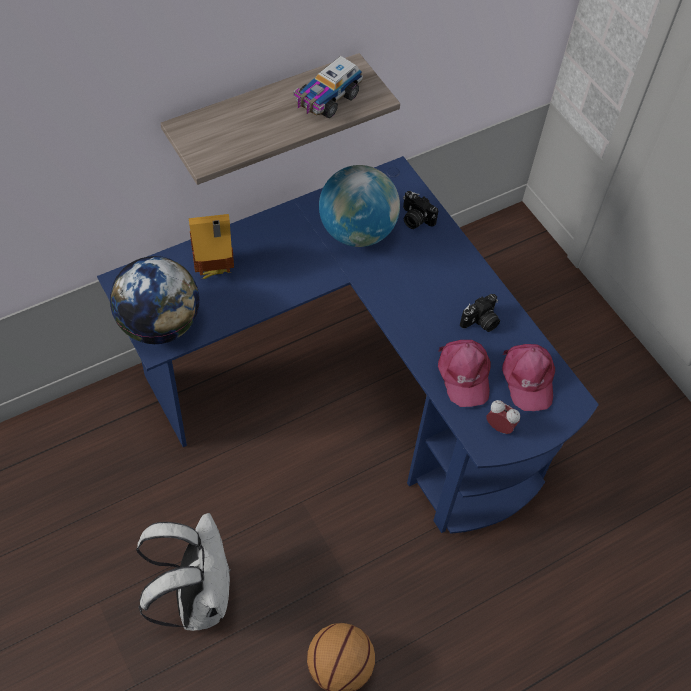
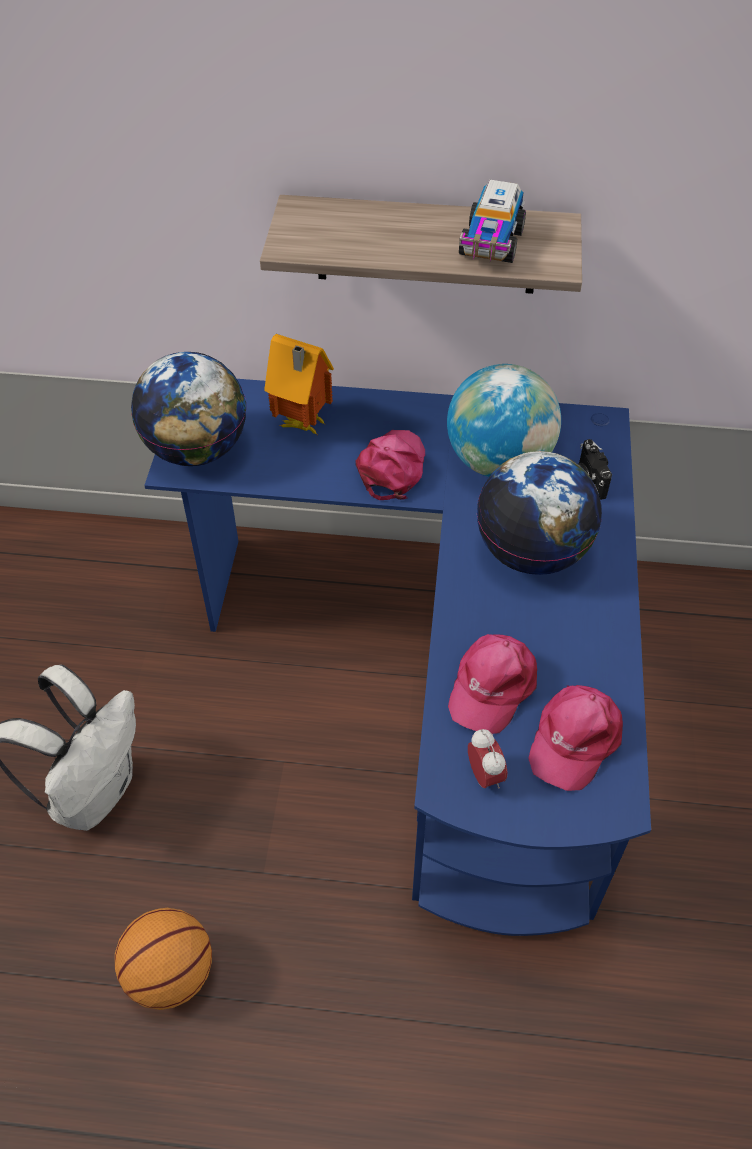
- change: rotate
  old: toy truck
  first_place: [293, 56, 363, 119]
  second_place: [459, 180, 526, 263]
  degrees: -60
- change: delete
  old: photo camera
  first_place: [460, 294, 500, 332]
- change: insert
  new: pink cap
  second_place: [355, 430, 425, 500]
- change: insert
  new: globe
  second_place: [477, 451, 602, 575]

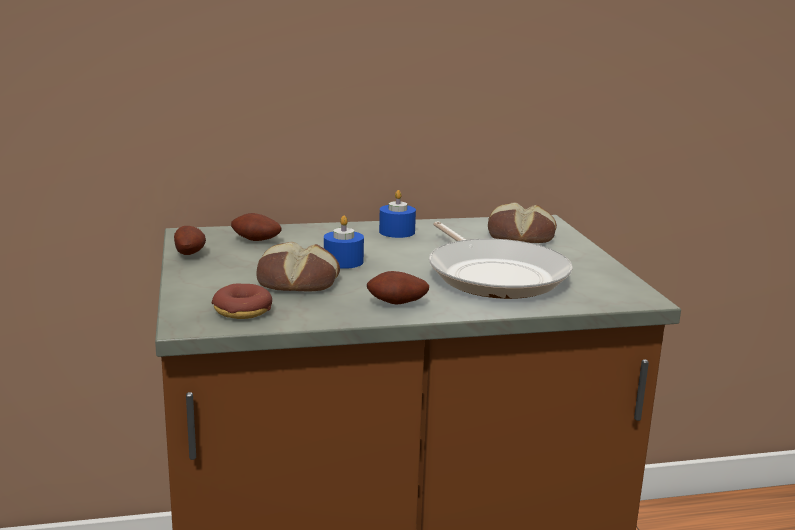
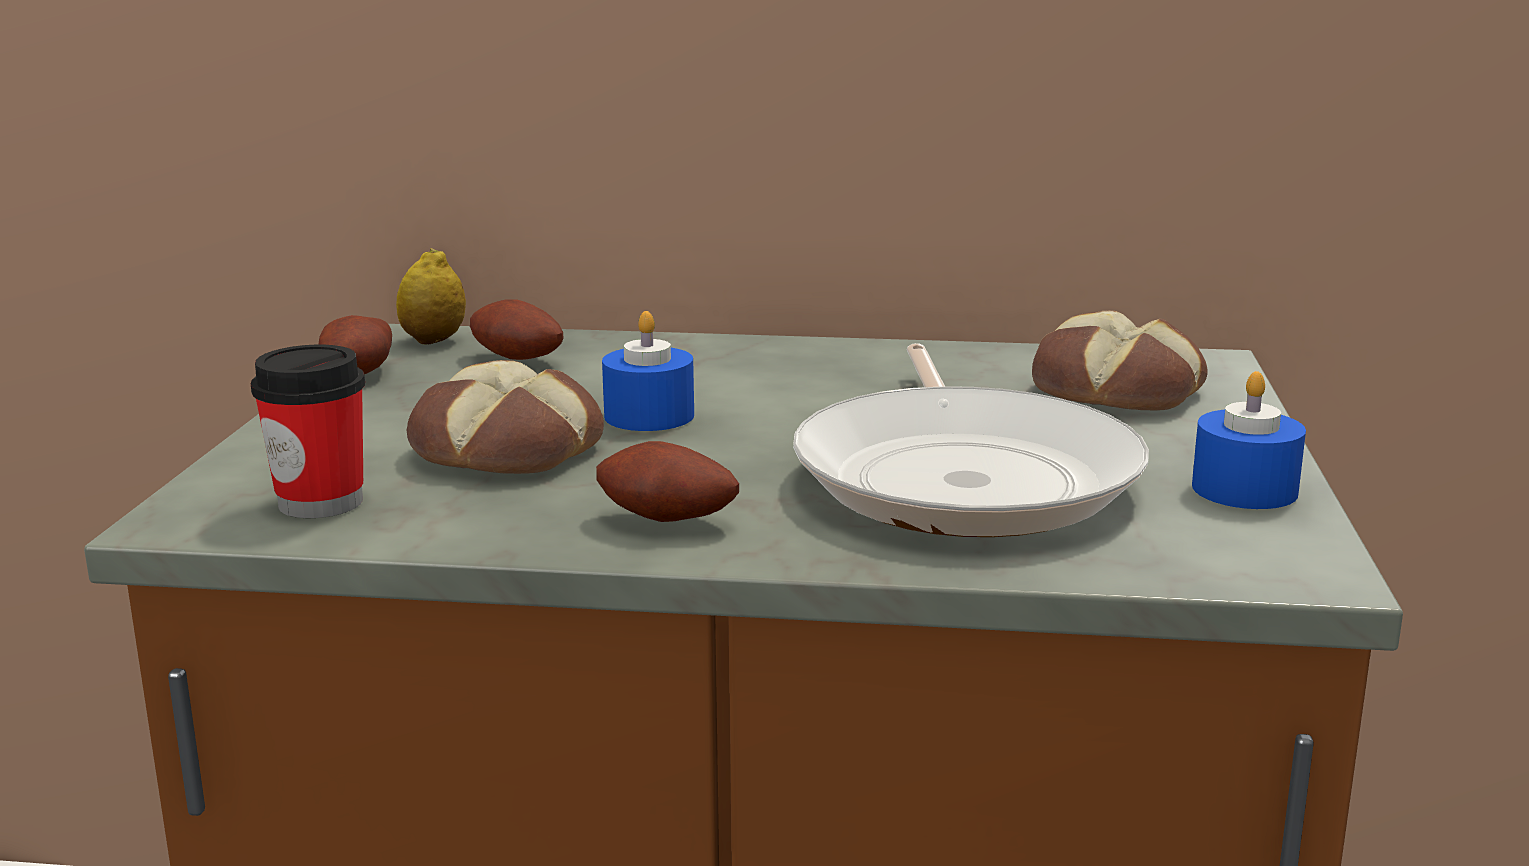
- change: replace
  old: donut
  new: cup
  first_place: [212, 284, 272, 319]
  second_place: [251, 345, 365, 518]
- change: move
  old: blue candle
  first_place: [379, 190, 416, 238]
  second_place: [1192, 371, 1306, 509]
- change: insert
  new: lemon
  second_place: [396, 248, 466, 345]

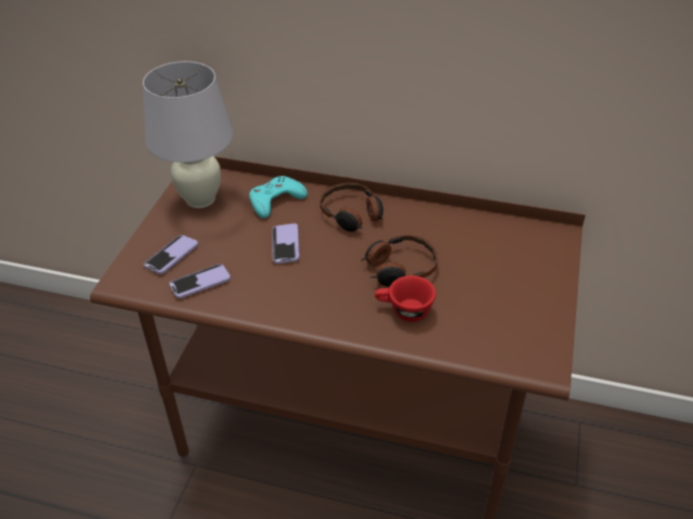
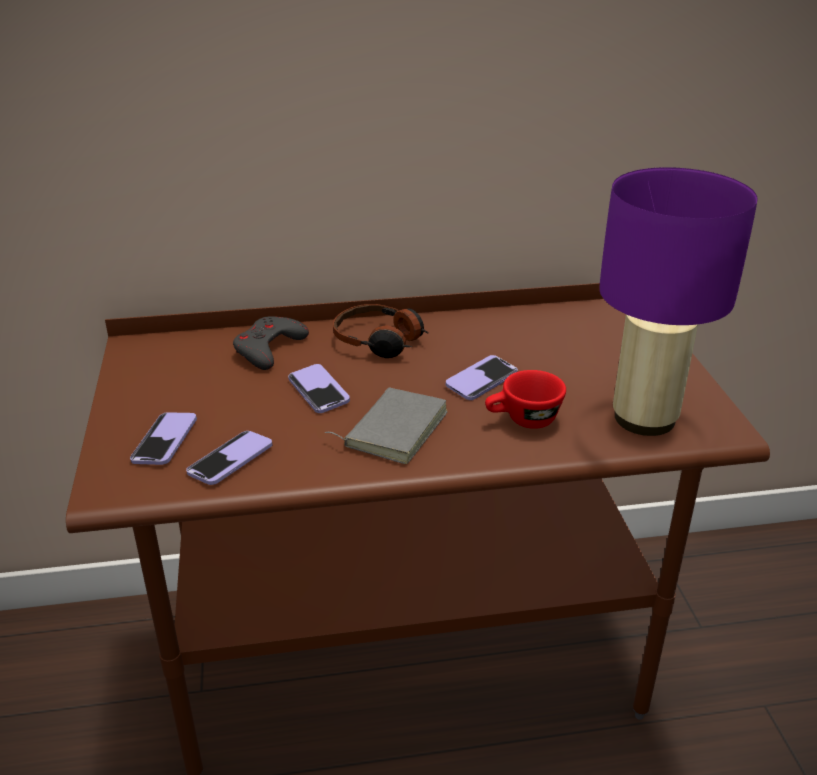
- change: delete
  old: white table lamp
  first_place: [143, 61, 233, 208]
- change: recolor
  old: turquoise game controller
  new: grey game controller
  first_place: [249, 176, 308, 218]
  second_place: [233, 316, 309, 370]
- change: replace
  old: headphones
  new: phone
  first_place: [361, 235, 438, 287]
  second_place: [445, 355, 518, 400]
- change: insert
  new: grey book
  second_place: [325, 388, 448, 464]
- change: insert
  new: purple table lamp
  second_place: [599, 167, 758, 436]

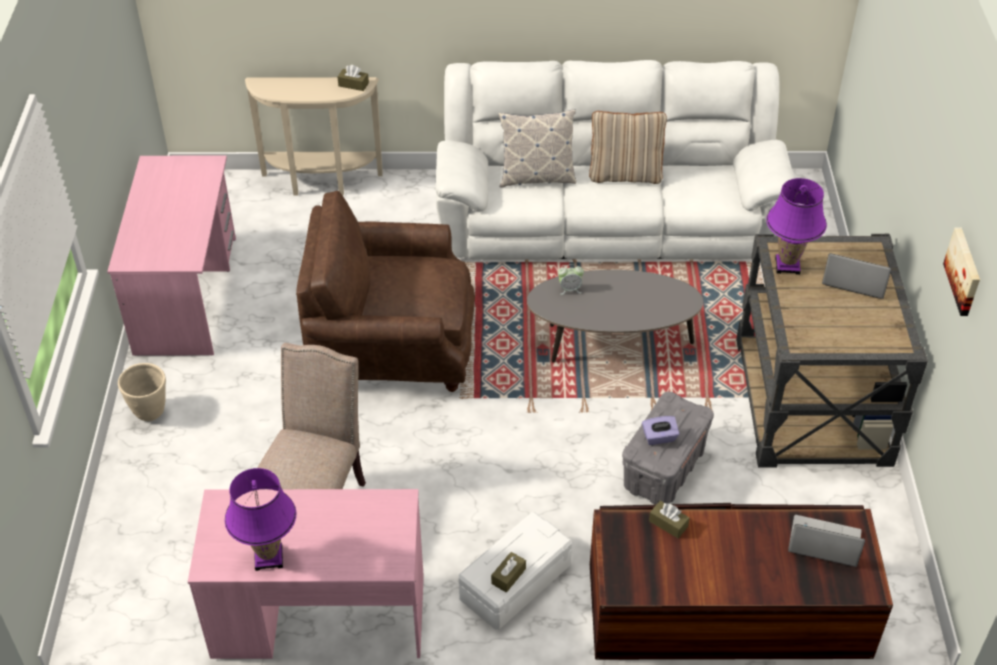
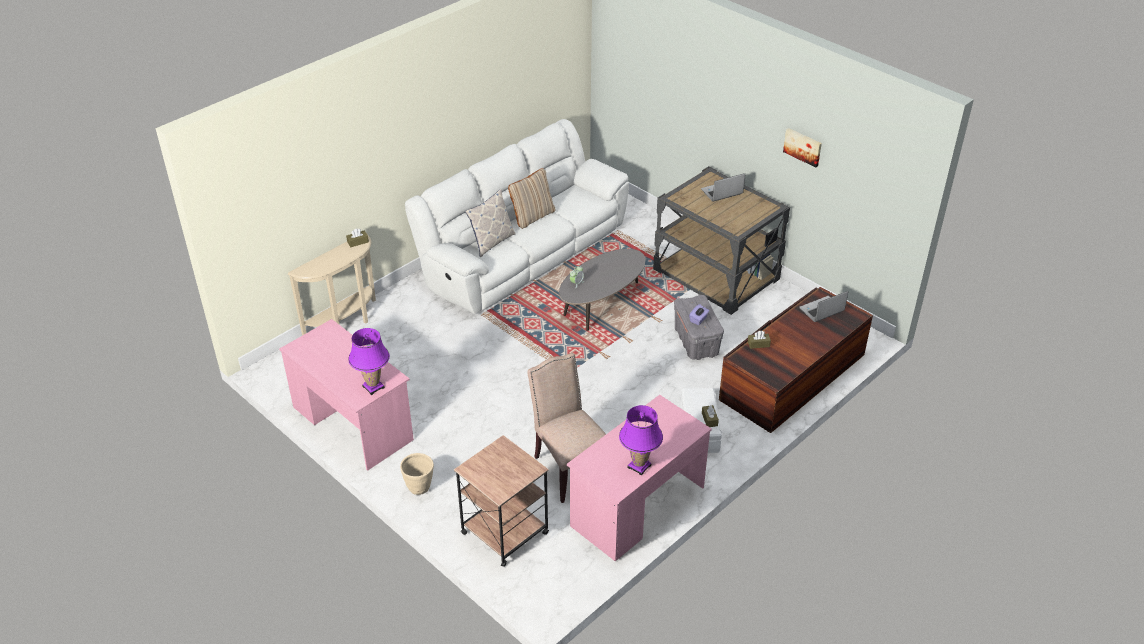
- change: delete
  old: brown armchair
  first_place: [296, 191, 475, 392]
- change: move
  old: purple table lamp
  first_place: [766, 178, 827, 275]
  second_place: [348, 328, 390, 395]
- change: insert
  new: brown cart
  second_place: [454, 435, 549, 567]

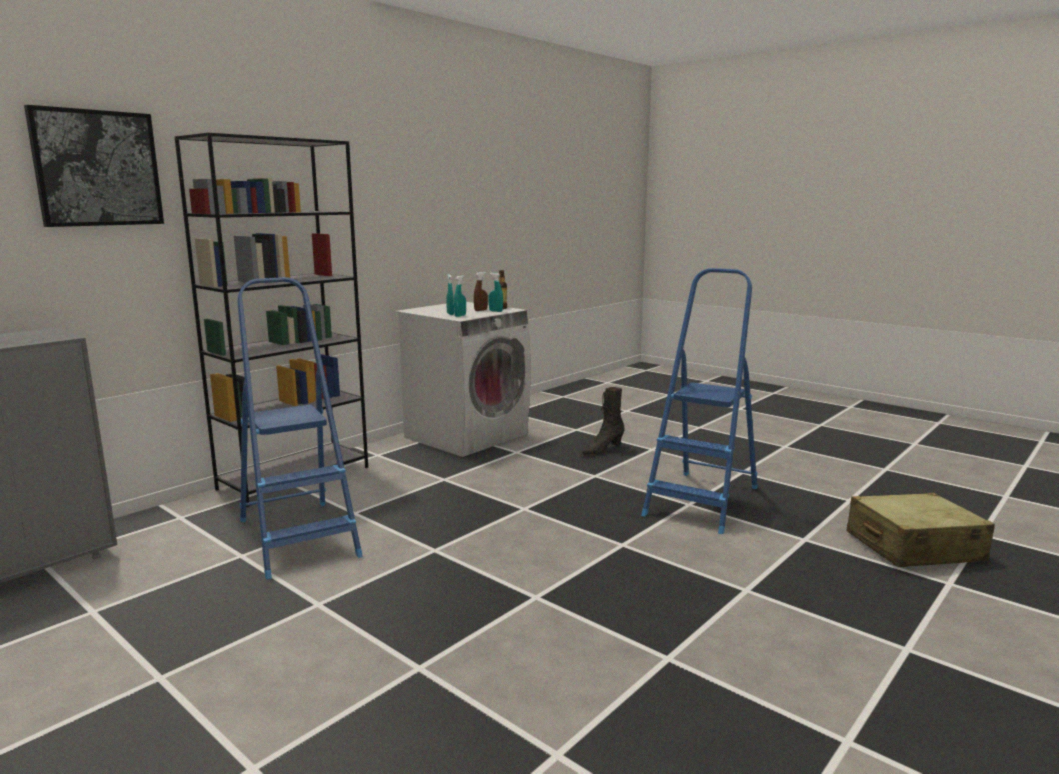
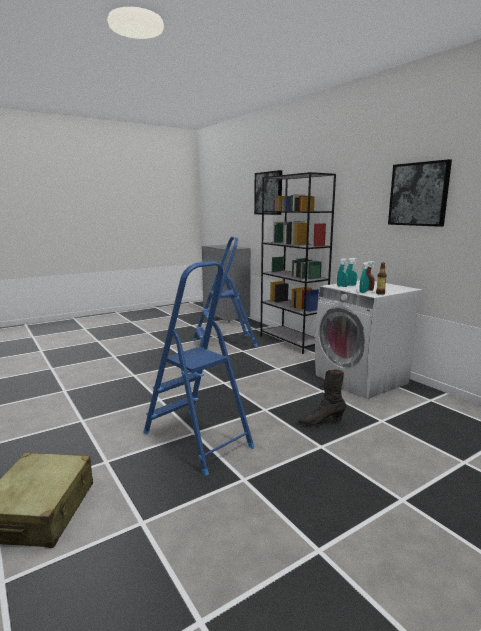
- change: rotate
  old: black boot
  first_place: [581, 387, 625, 456]
  second_place: [298, 369, 346, 426]
  degrees: -75
- change: insert
  new: picture
  second_place: [388, 159, 452, 227]

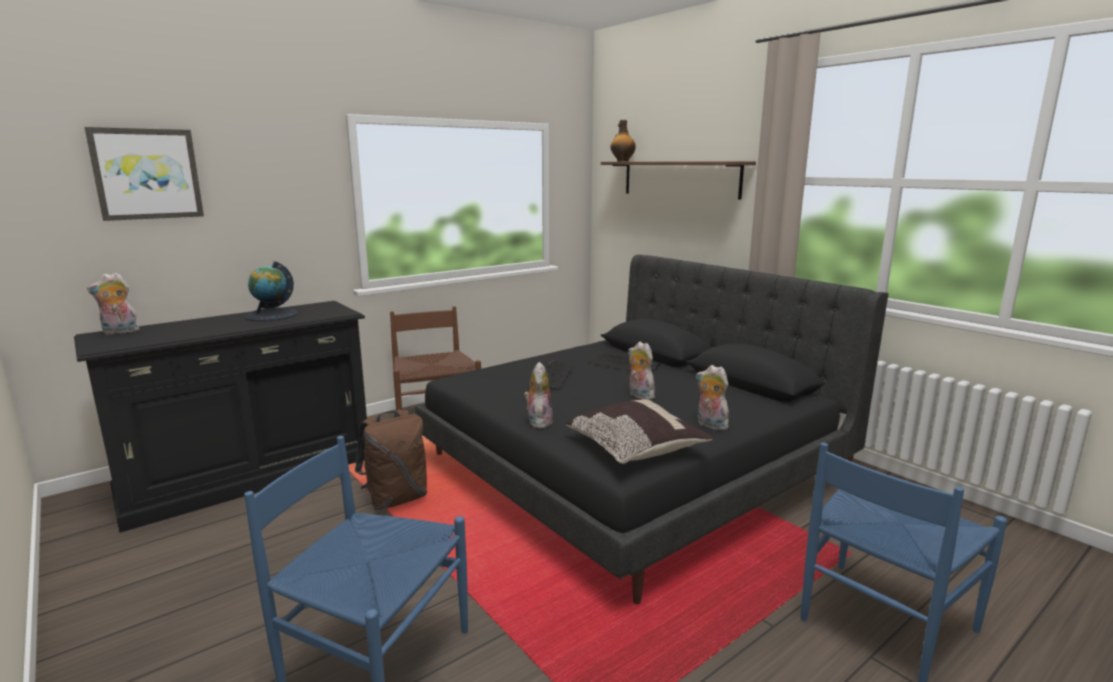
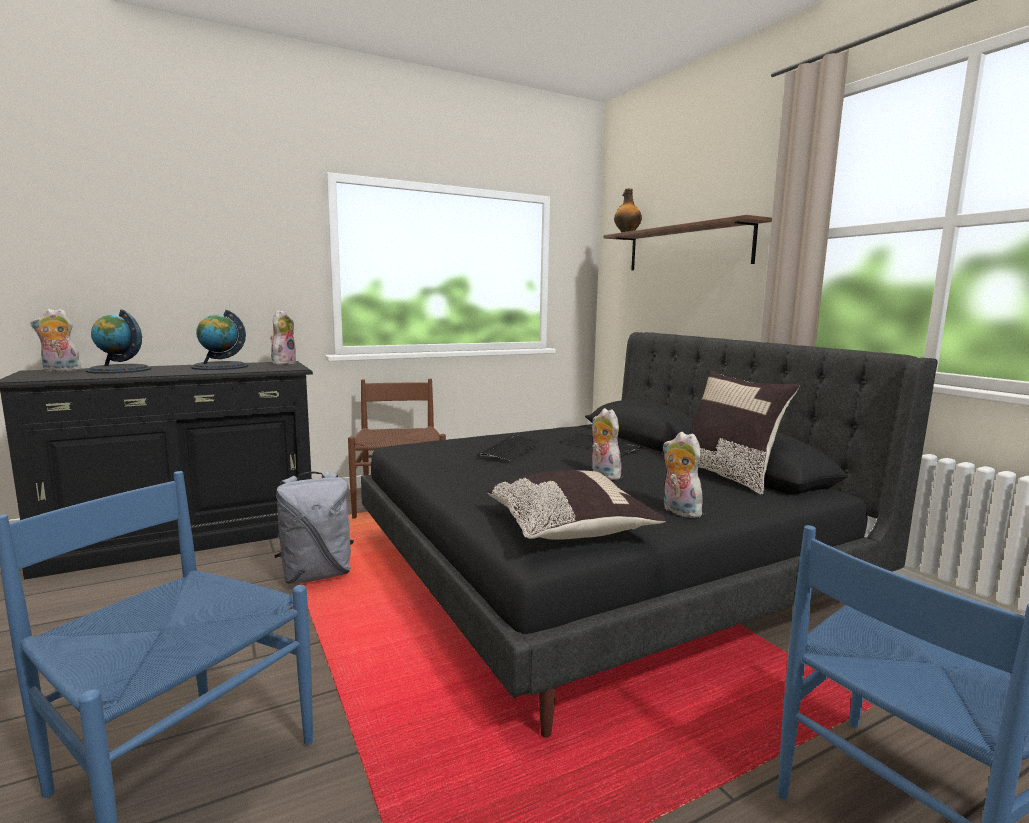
- change: delete
  old: picture
  first_place: [85, 127, 204, 221]
- change: recolor
  old: brown backpack
  new: grey backpack
  first_place: [355, 410, 428, 510]
  second_place: [275, 471, 354, 584]
- change: move
  old: plush toy
  first_place: [524, 362, 553, 428]
  second_place: [270, 310, 296, 365]
- change: insert
  new: globe
  second_place: [86, 309, 151, 374]
- change: insert
  new: pillow
  second_place: [690, 370, 799, 495]

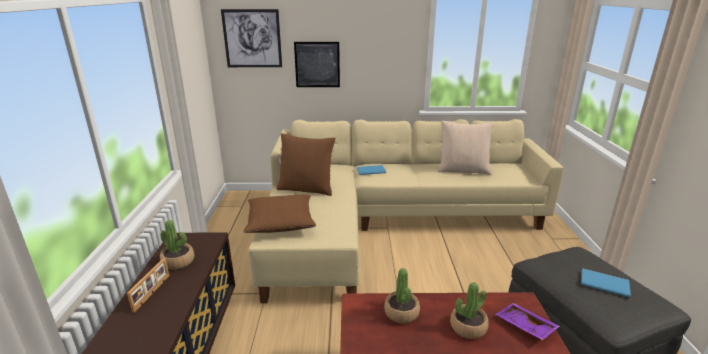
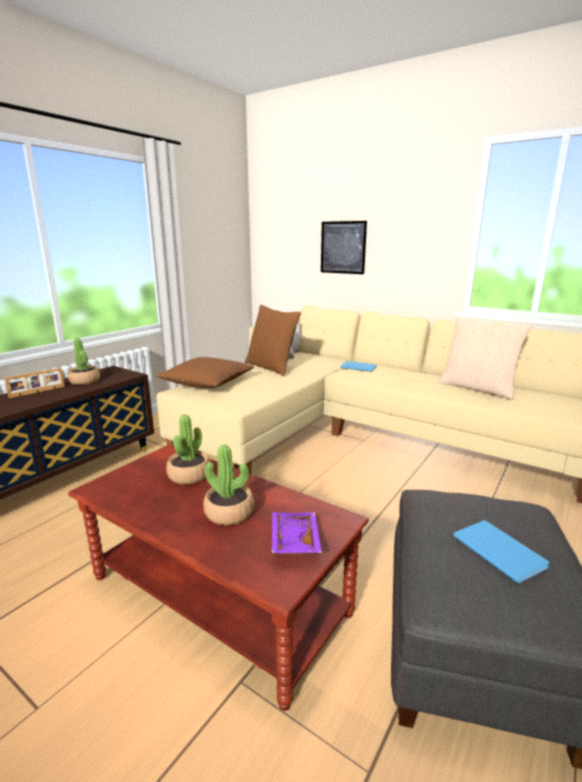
- change: delete
  old: picture
  first_place: [221, 9, 282, 67]

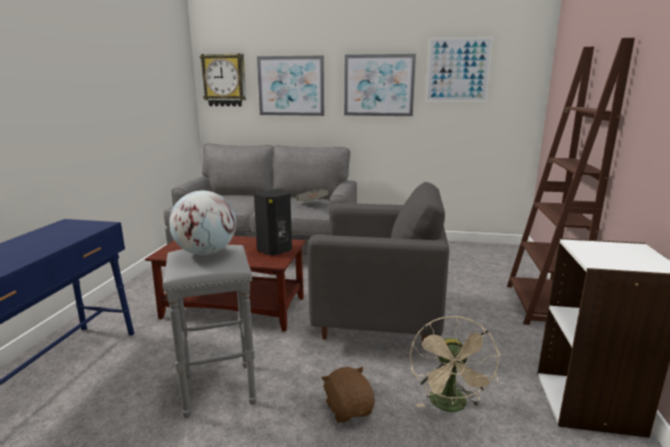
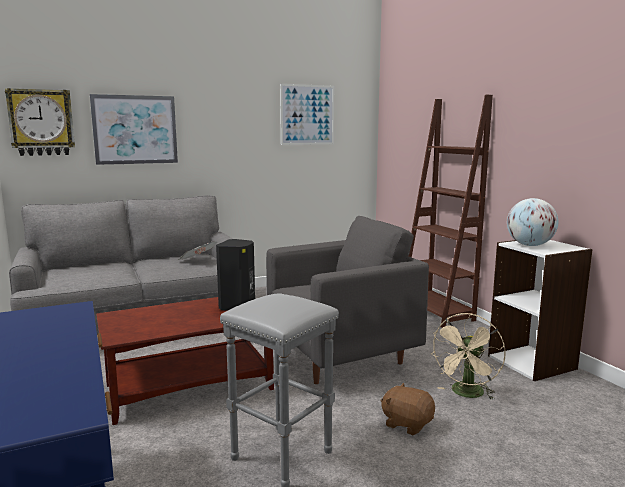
- change: move
  old: globe
  first_place: [169, 190, 236, 255]
  second_place: [507, 198, 558, 246]
- change: delete
  old: picture
  first_place: [344, 54, 416, 116]
- change: rotate
  old: beige fan
  first_place: [410, 316, 500, 412]
  second_place: [430, 313, 506, 400]
  degrees: 60

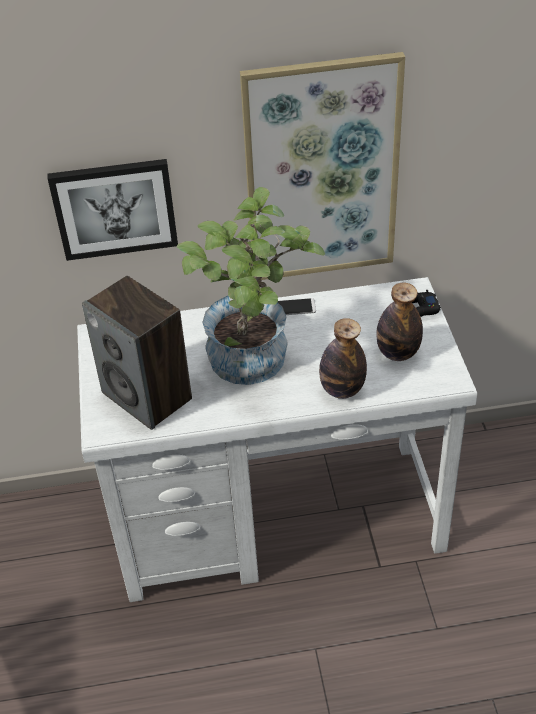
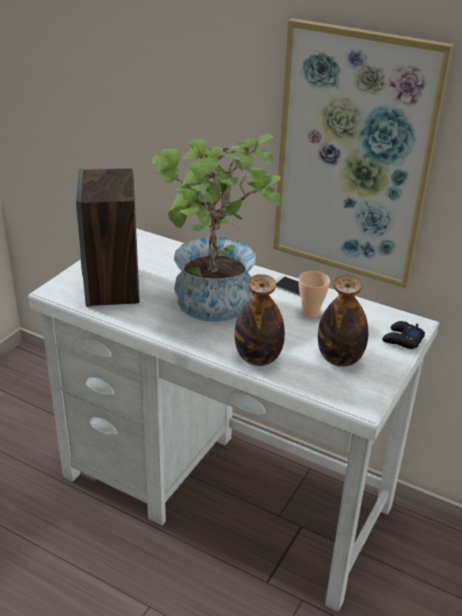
- change: delete
  old: picture
  first_place: [48, 159, 178, 261]
- change: insert
  new: cup
  second_place: [299, 271, 330, 317]

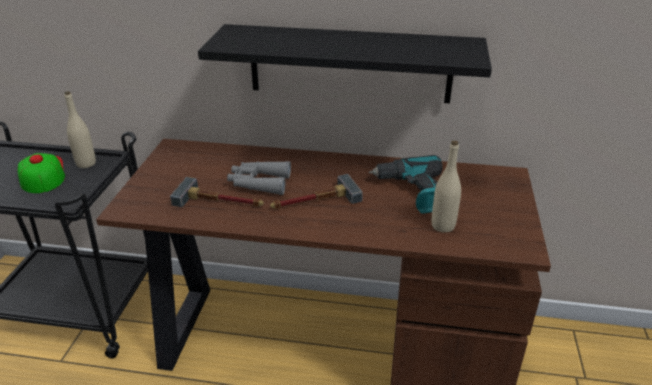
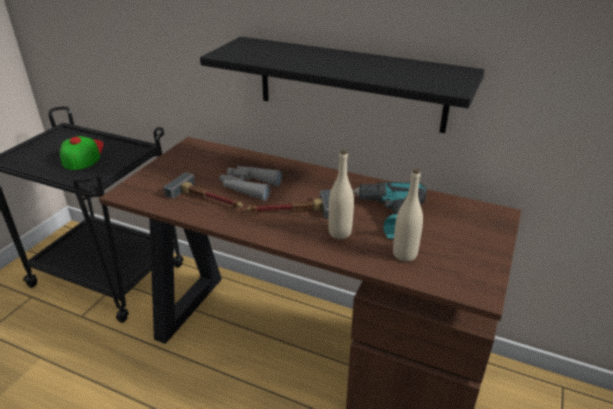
- change: move
  old: beige bottle
  first_place: [64, 91, 96, 168]
  second_place: [328, 150, 354, 239]

